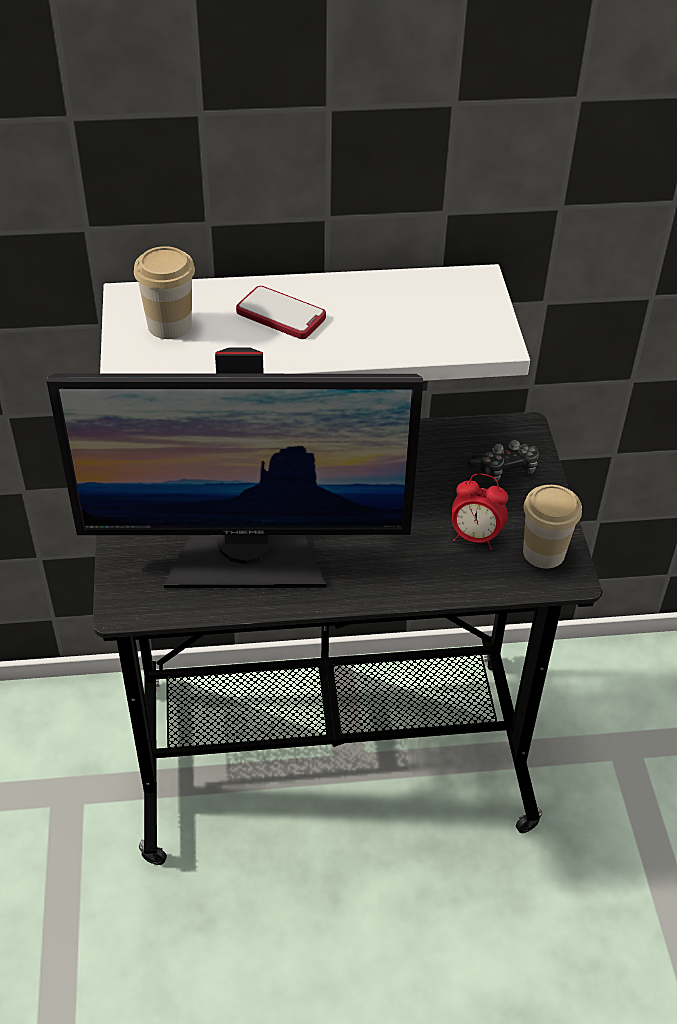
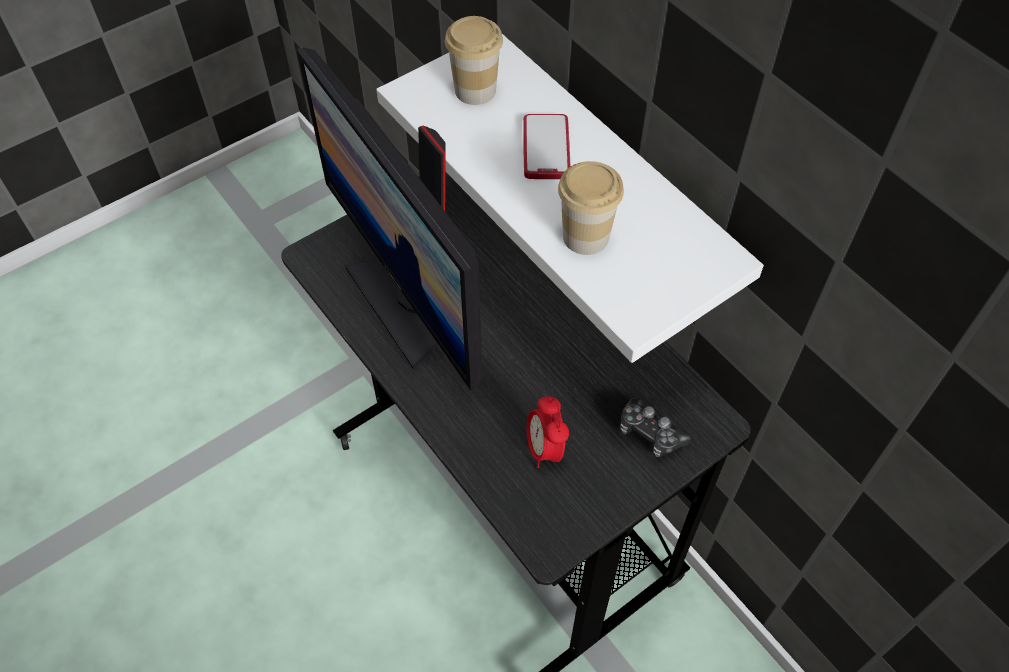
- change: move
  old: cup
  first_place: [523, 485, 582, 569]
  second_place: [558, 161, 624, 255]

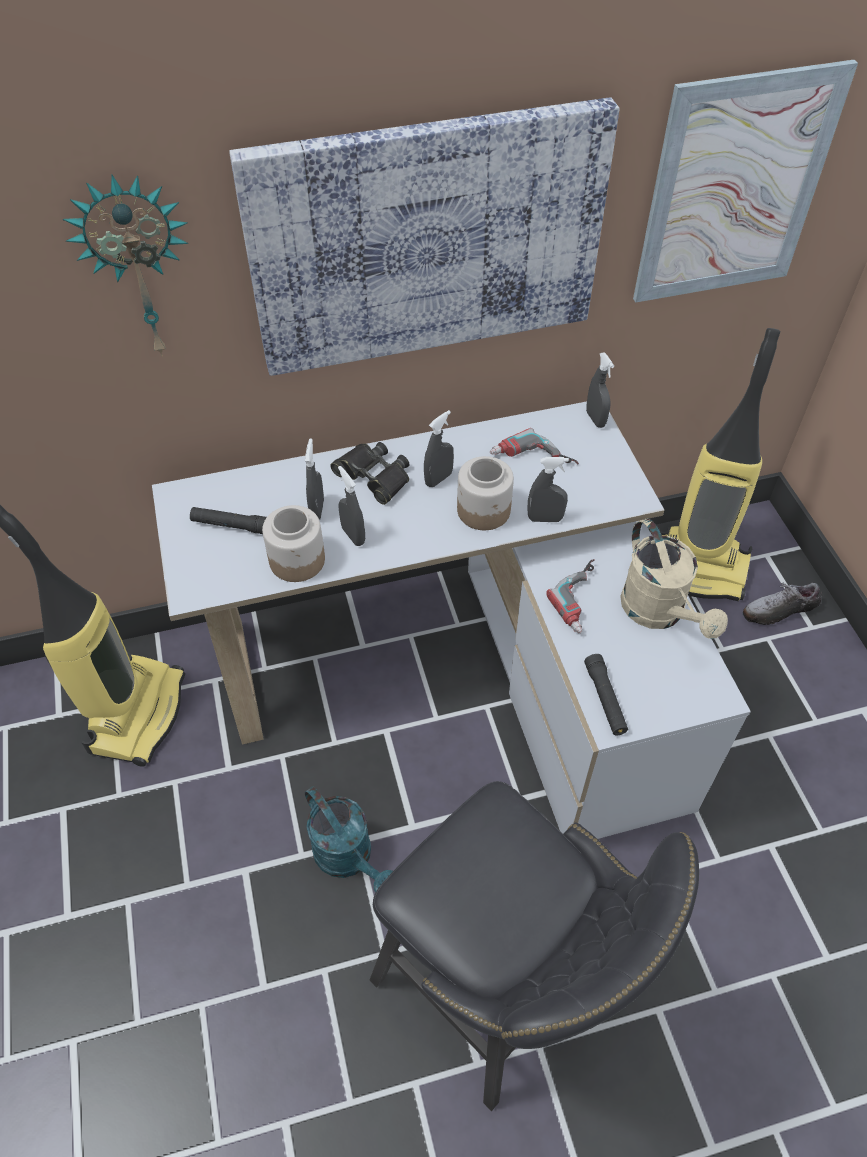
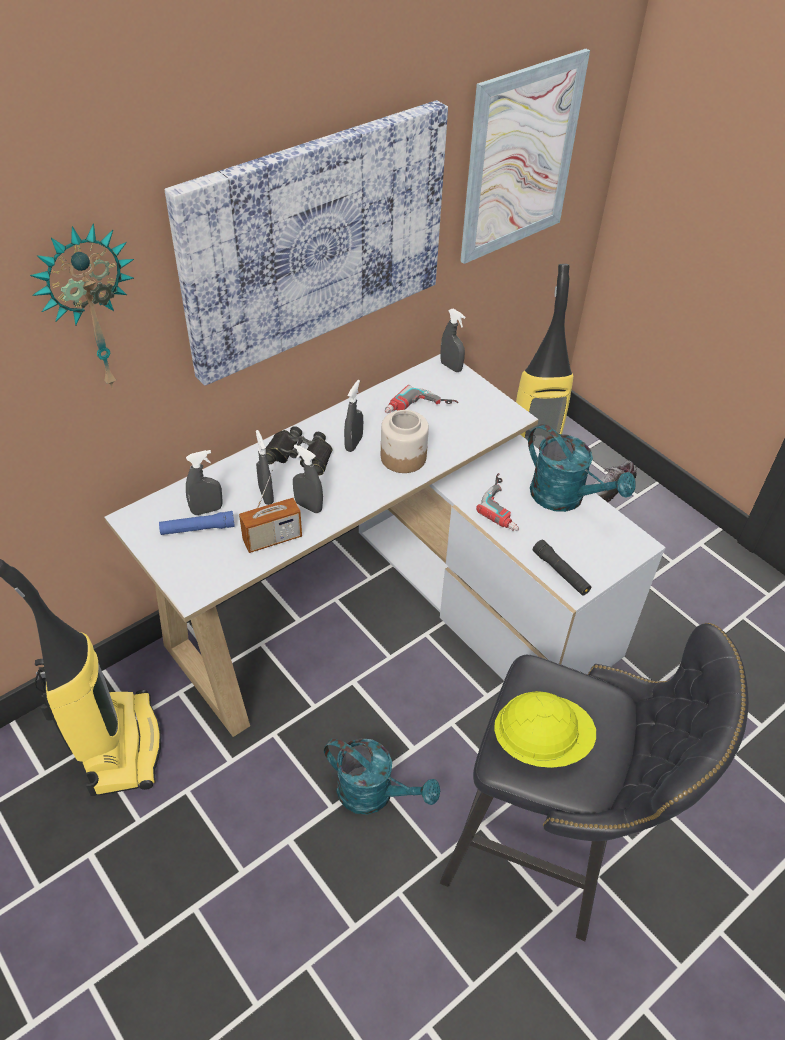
- change: recolor
  old: black flashlight
  new: blue flashlight
  first_place: [190, 507, 267, 534]
  second_place: [159, 511, 235, 535]
- change: replace
  old: jar
  new: radio
  first_place: [262, 505, 325, 582]
  second_place: [239, 469, 302, 553]
- change: move
  old: grey spray bottle
  first_place: [527, 457, 569, 522]
  second_place: [186, 450, 223, 515]
- change: recolor
  old: beige watering can
  new: turquoise watering can
  first_place: [620, 519, 728, 639]
  second_place: [528, 424, 635, 512]
- change: insert
  new: yellow hard hat
  second_place: [494, 691, 596, 768]

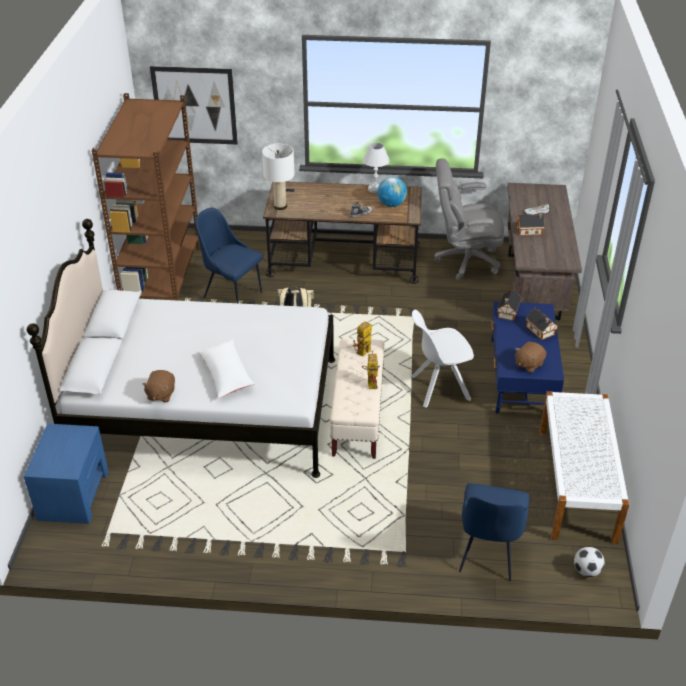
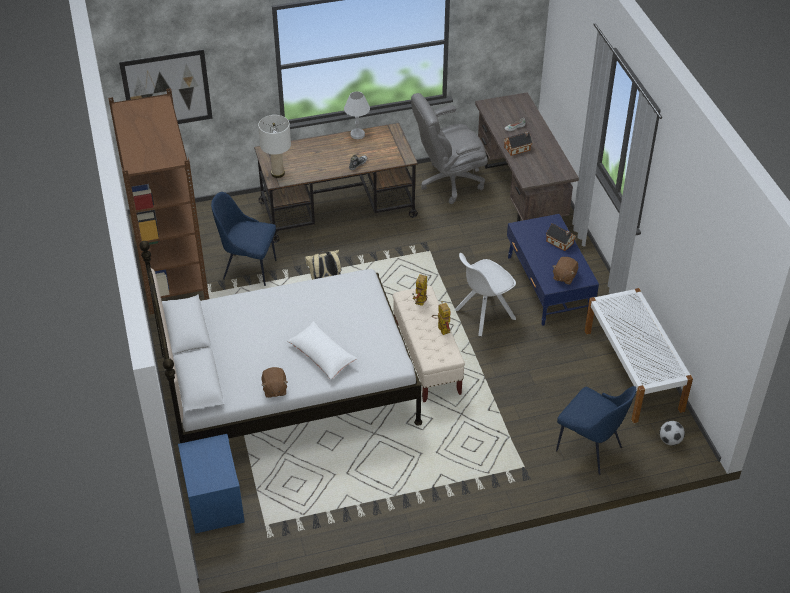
- change: delete
  old: globe
  first_place: [377, 177, 407, 207]
- change: rotate
  old: blue chair
  first_place: [459, 483, 529, 581]
  second_place: [556, 386, 636, 475]
  degrees: -45
- change: delete
  old: toy house
  first_place: [497, 289, 521, 321]

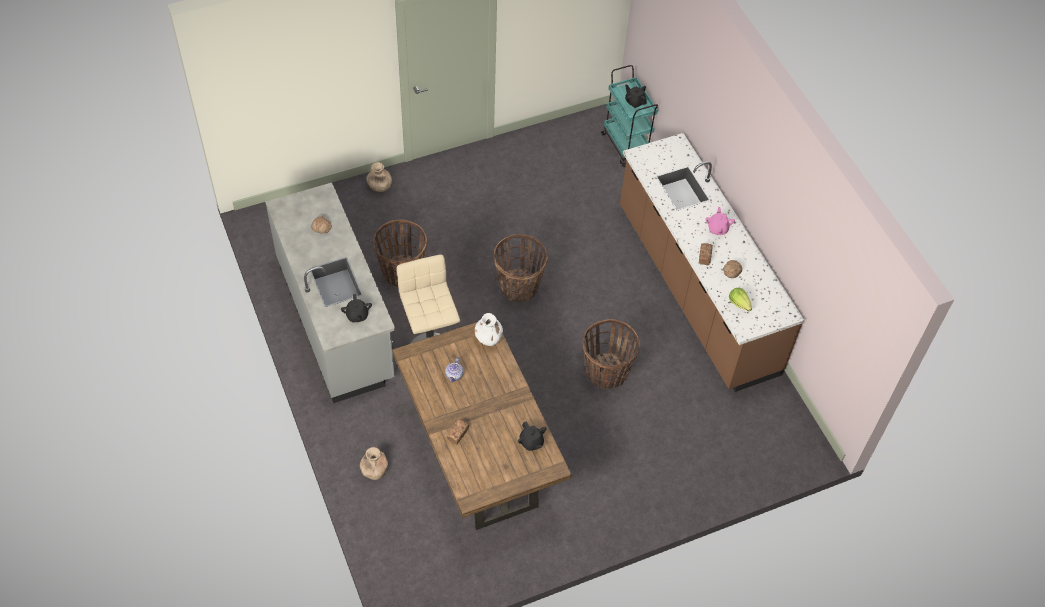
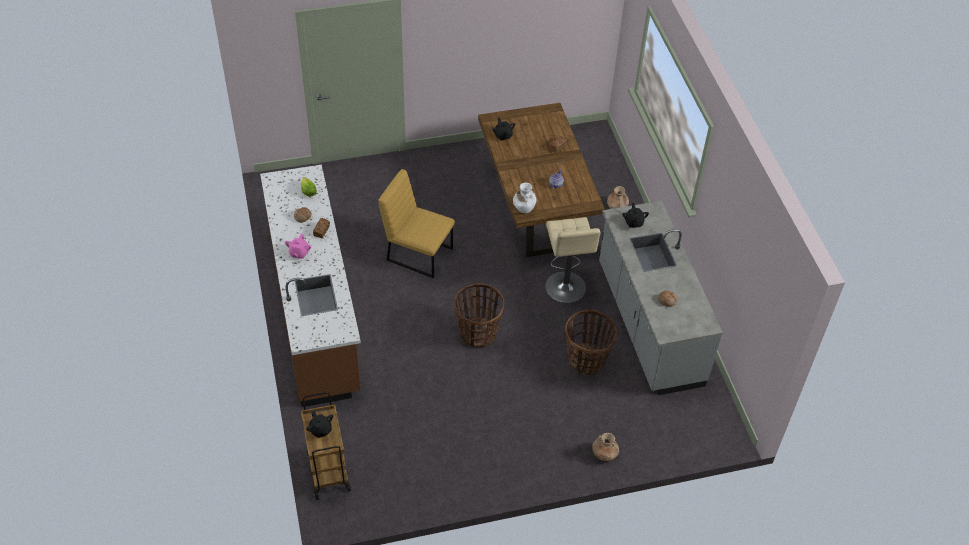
- change: replace
  old: basket
  new: yellow chair
  first_place: [583, 319, 639, 389]
  second_place: [378, 169, 455, 278]
- change: recolor
  old: turquoise cart
  new: brown cart
  first_place: [601, 65, 658, 167]
  second_place: [301, 392, 351, 500]

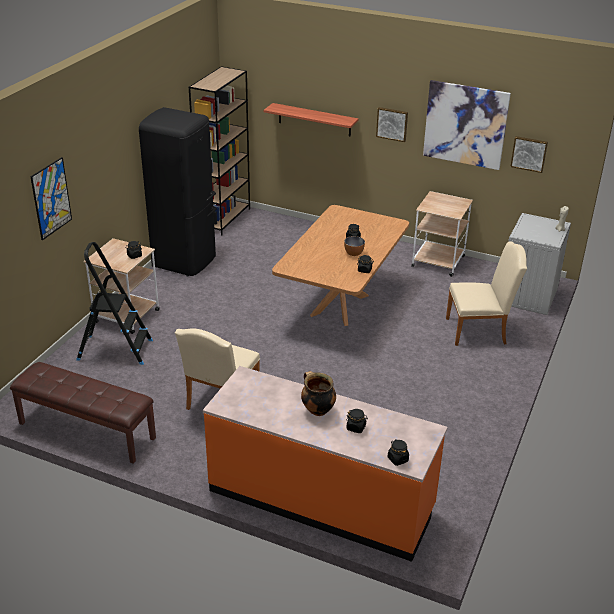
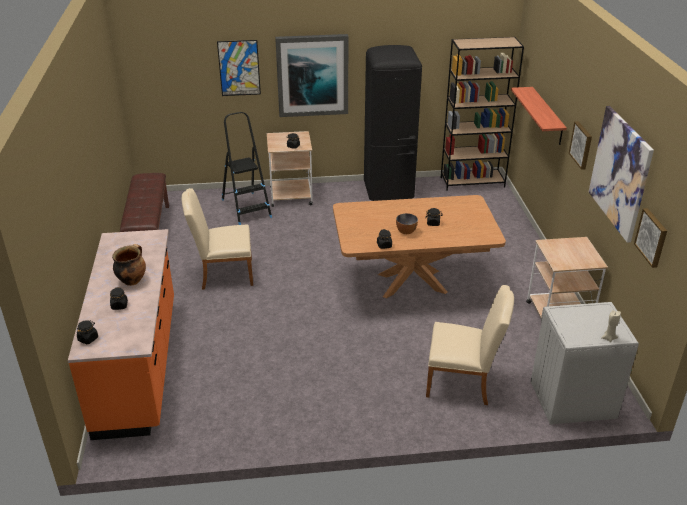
- change: rotate
  old: beige chair
  first_place: [446, 241, 527, 346]
  second_place: [426, 285, 514, 405]
  degrees: -45
- change: insert
  new: picture
  second_place: [275, 34, 348, 117]

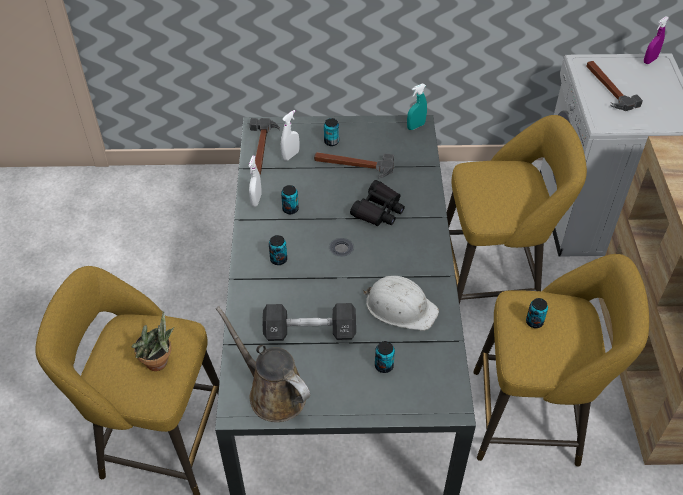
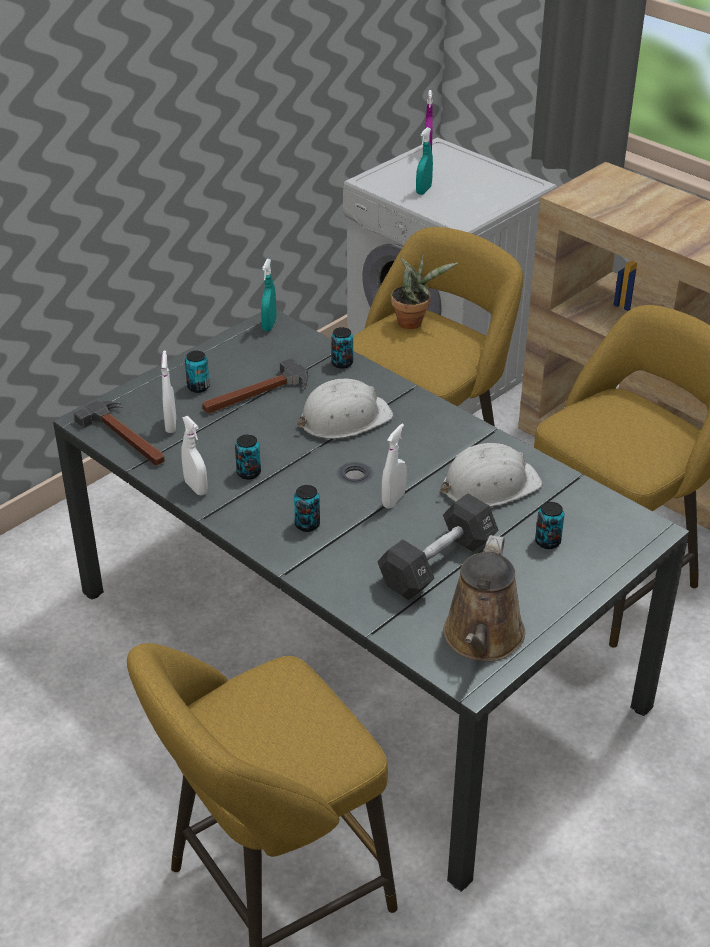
- change: move
  old: potted plant
  first_place: [131, 311, 174, 371]
  second_place: [391, 256, 458, 329]
- change: rotate
  old: brown watering can
  first_place: [216, 306, 310, 422]
  second_place: [443, 535, 525, 661]
  degrees: -75
- change: replace
  old: black binoculars
  new: white hard hat
  first_place: [350, 180, 405, 226]
  second_place: [297, 379, 393, 439]
- change: move
  old: can
  first_place: [526, 298, 548, 328]
  second_place: [331, 327, 353, 369]
- change: replace
  old: hammer
  new: turquoise spray bottle
  first_place: [586, 61, 643, 111]
  second_place: [416, 127, 433, 195]
- change: insert
  new: white spray bottle
  second_place: [382, 424, 407, 509]

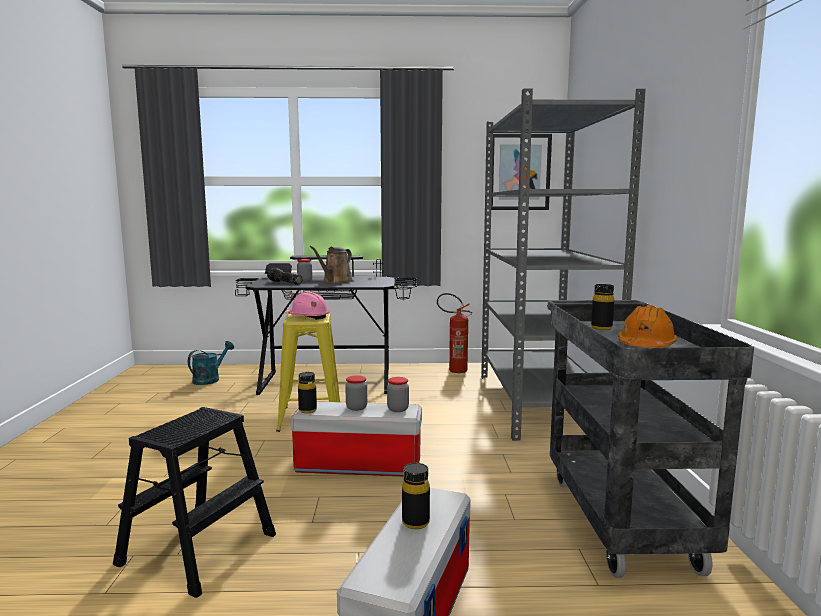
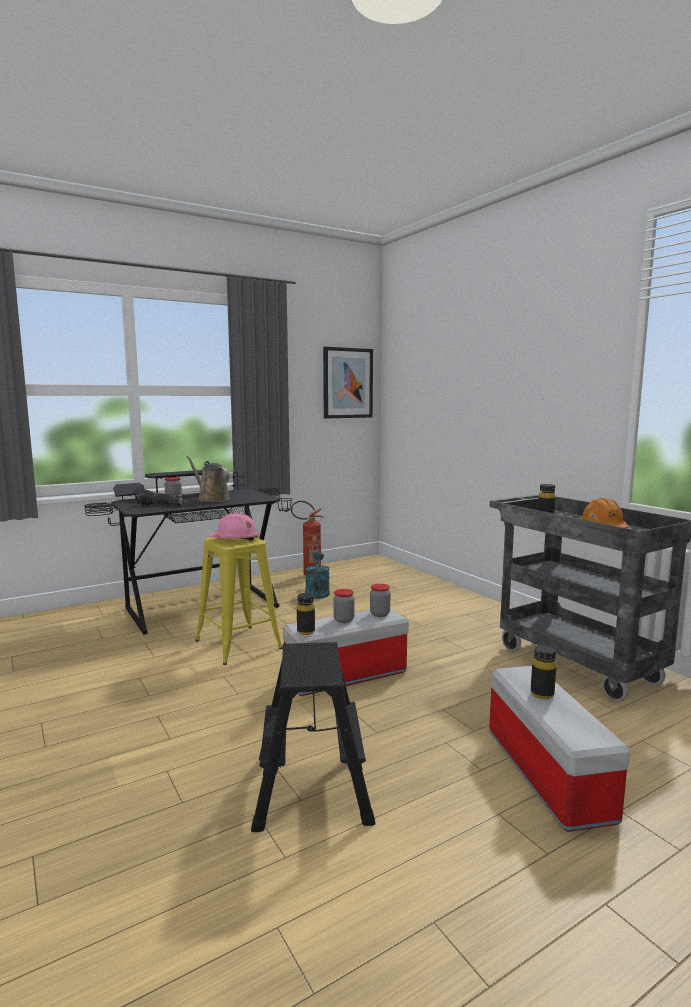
- change: move
  old: turquoise watering can
  first_place: [188, 341, 234, 385]
  second_place: [305, 552, 330, 599]
- change: rotate
  old: brown watering can
  first_place: [310, 246, 353, 284]
  second_place: [186, 456, 230, 502]
  degrees: 135
- change: delete
  old: grey bookcase
  first_place: [481, 88, 646, 441]

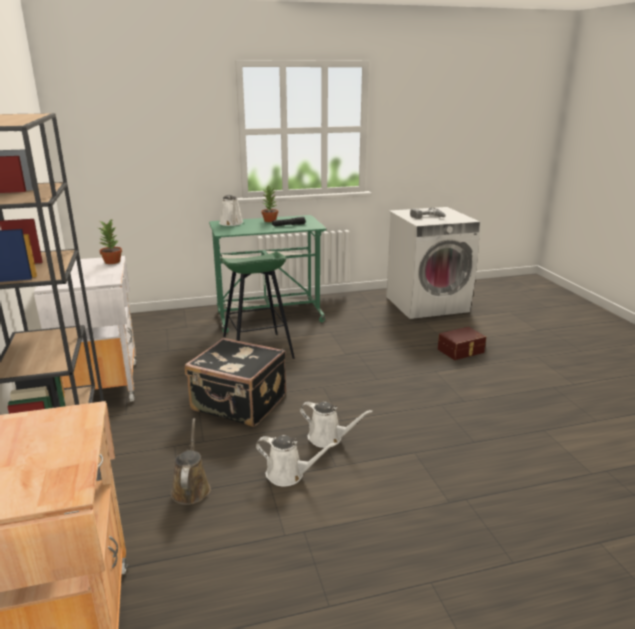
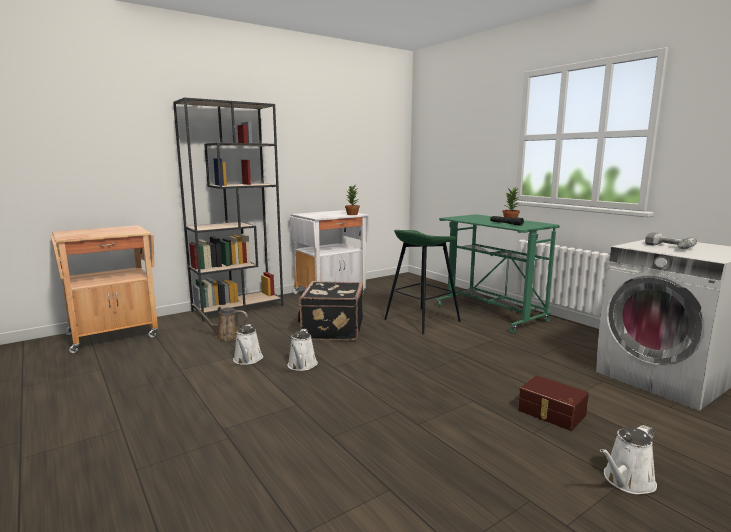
- change: rotate
  old: brown watering can
  first_place: [171, 418, 211, 505]
  second_place: [191, 304, 248, 341]
  degrees: -150
- change: move
  old: white watering can
  first_place: [219, 195, 243, 226]
  second_place: [600, 425, 657, 494]

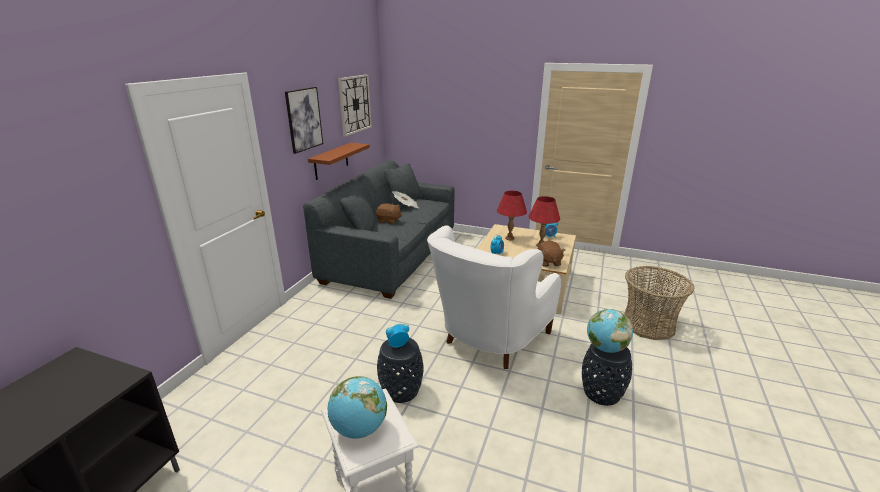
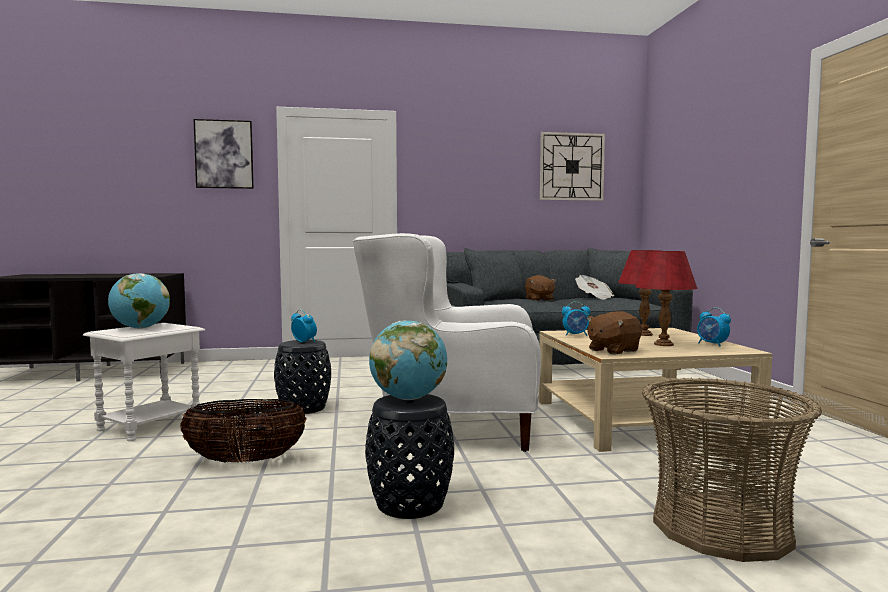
- change: move
  old: picture
  first_place: [285, 87, 323, 154]
  second_place: [194, 119, 254, 189]
- change: delete
  old: brown shelf
  first_place: [308, 143, 370, 180]
- change: insert
  new: basket
  second_place: [180, 399, 307, 463]

